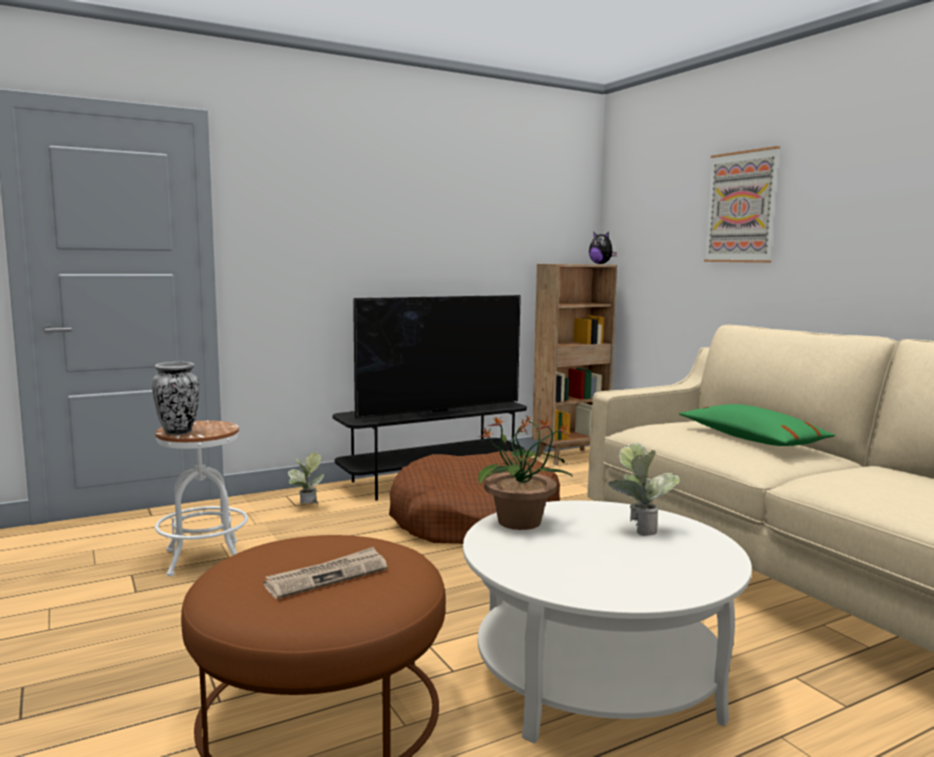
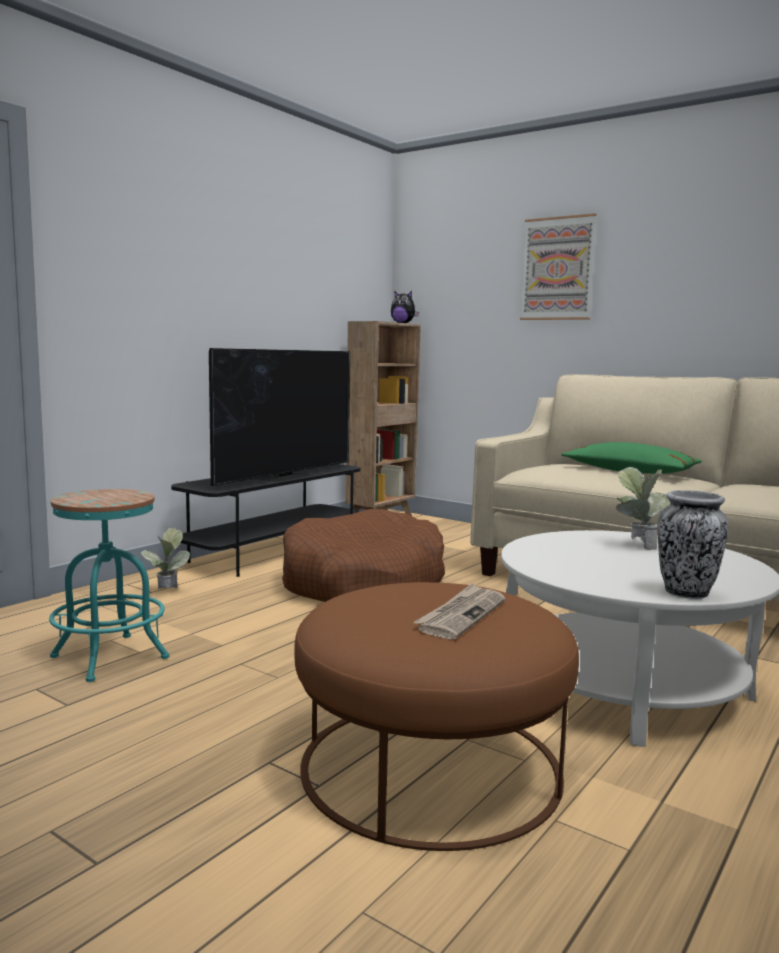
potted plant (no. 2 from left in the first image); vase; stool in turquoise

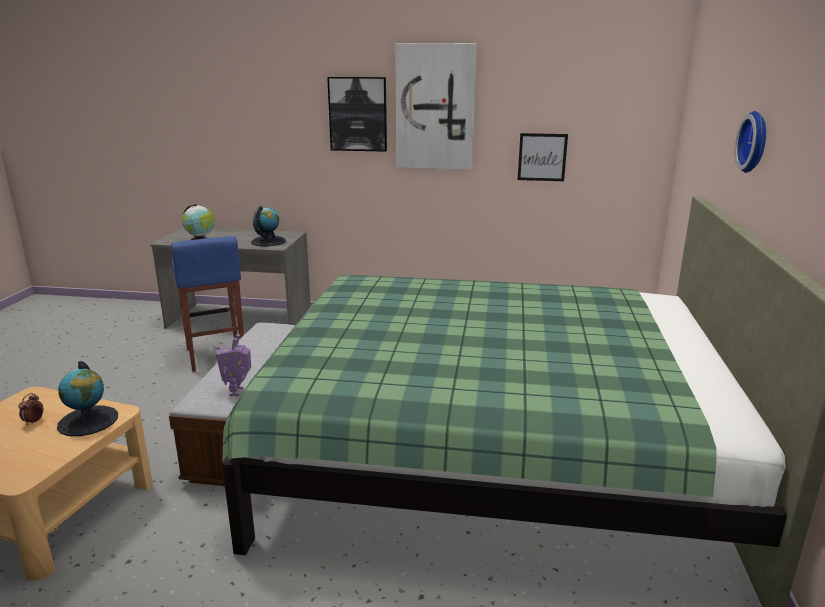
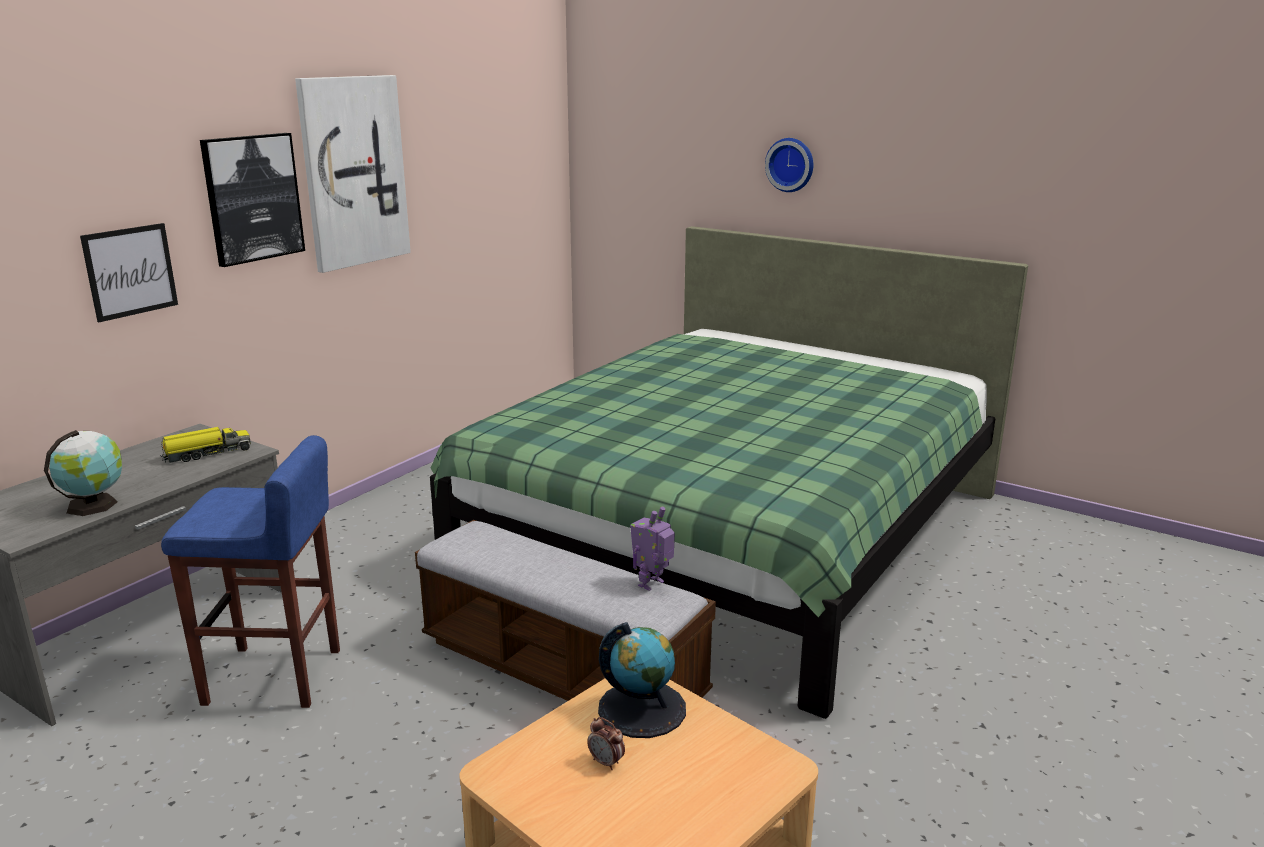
picture (no. 1 from left); toy truck; model robot

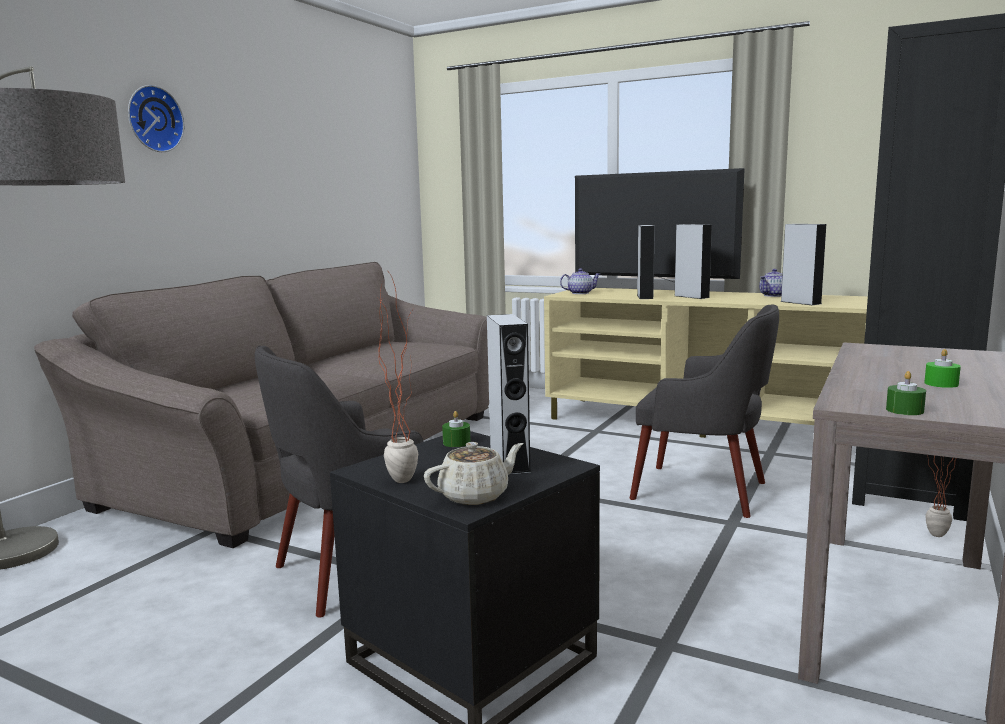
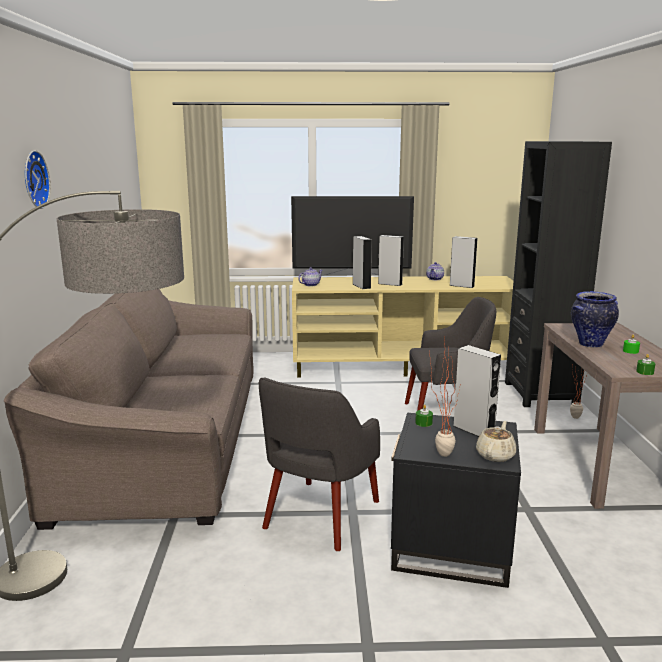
vase

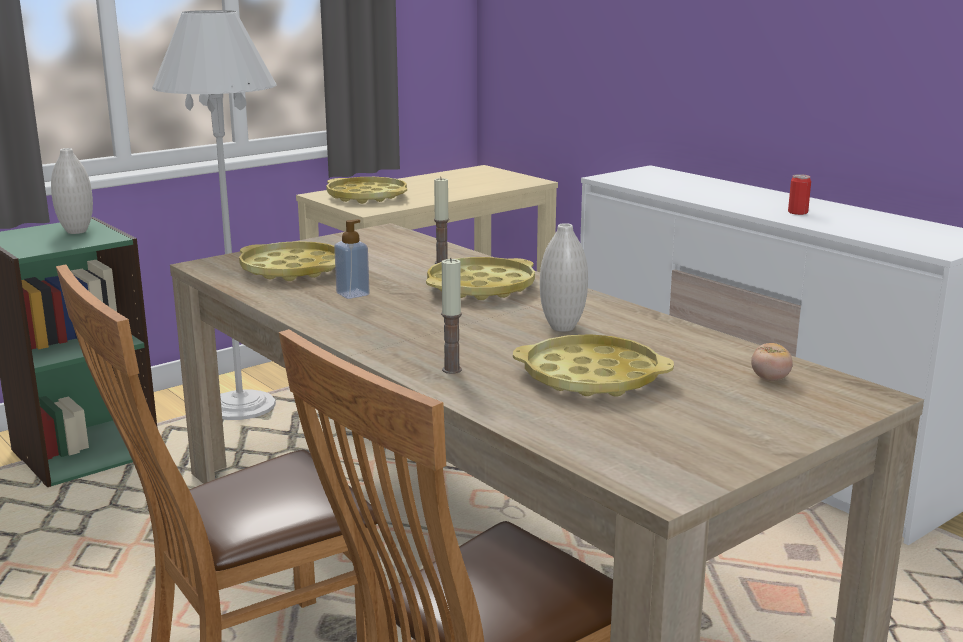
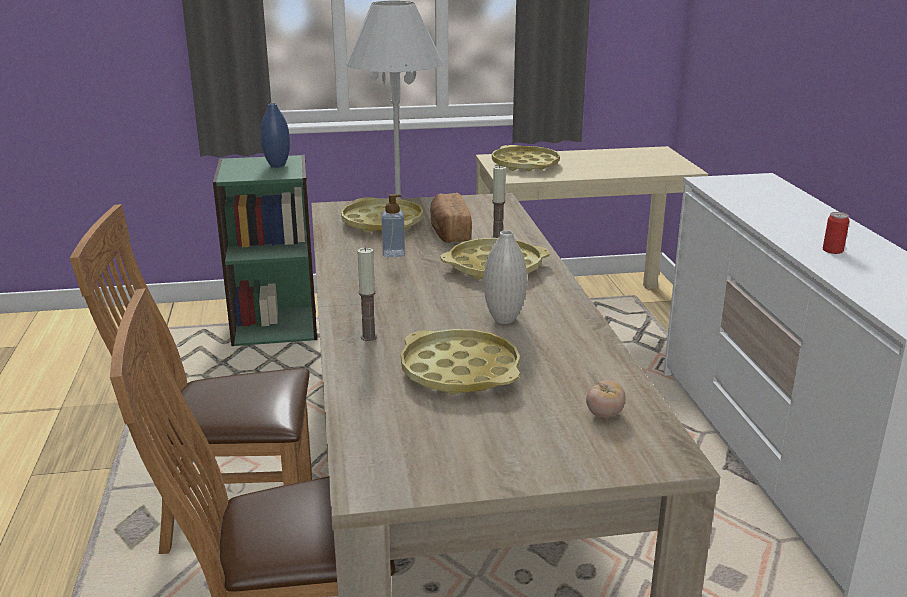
bakery bread; vase in blue-coloured

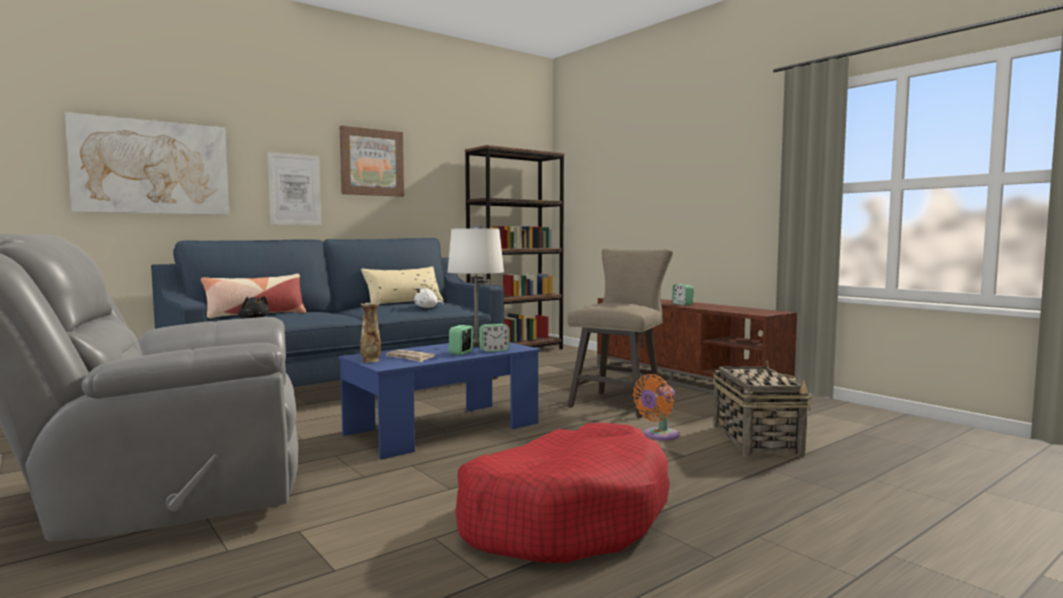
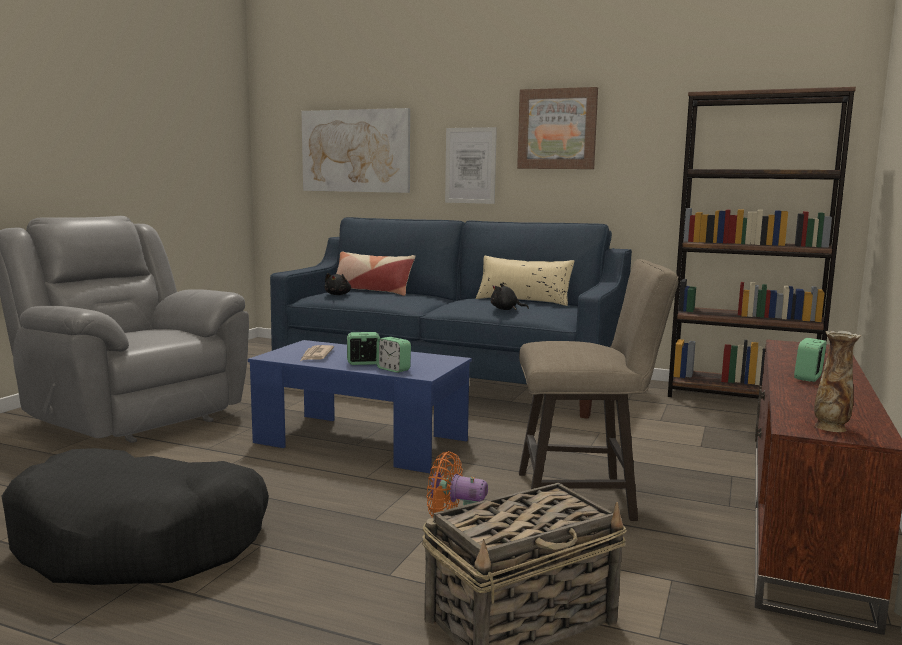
tabletop lamp in white-coloured; vase; soft toy in blackish (no. 2 from left); dog cushion in blackish

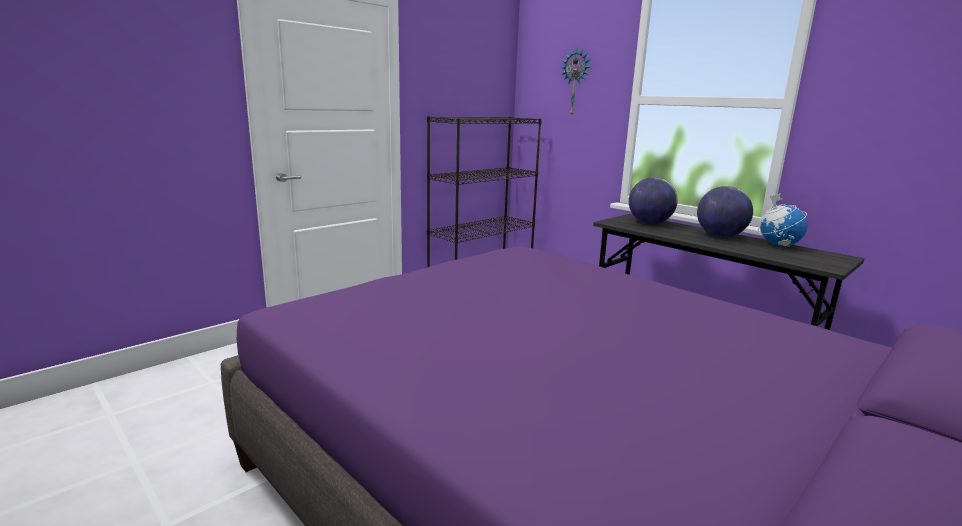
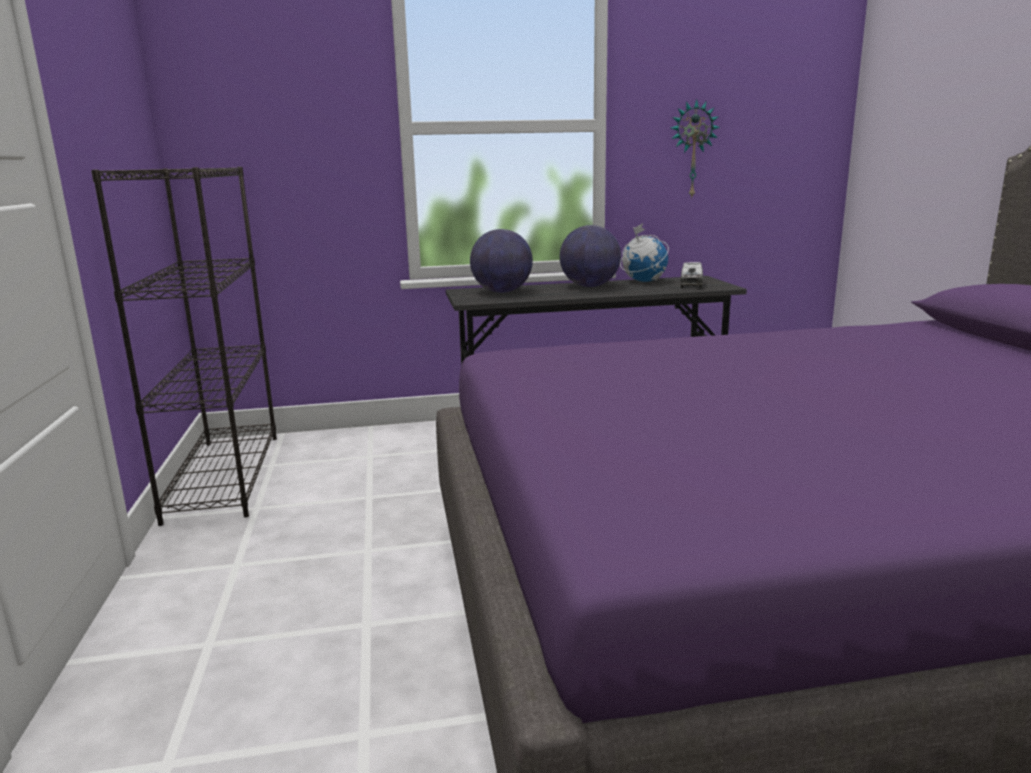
toy truck; clock on the wall

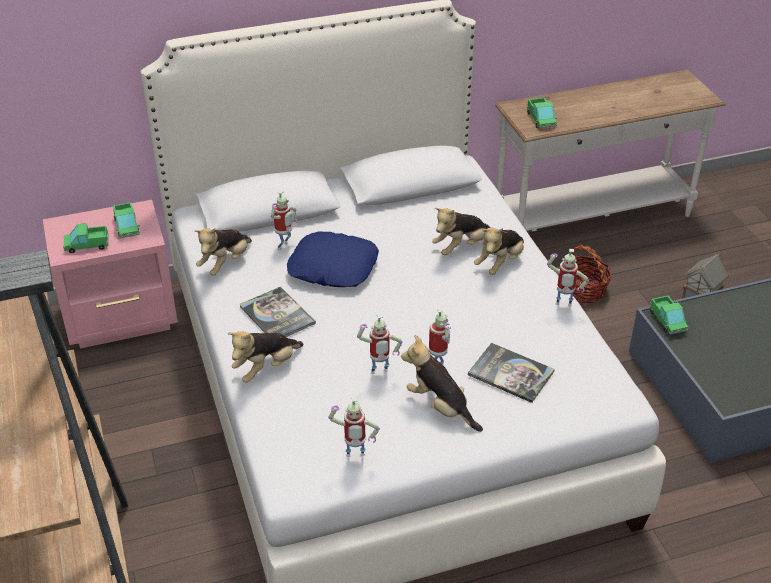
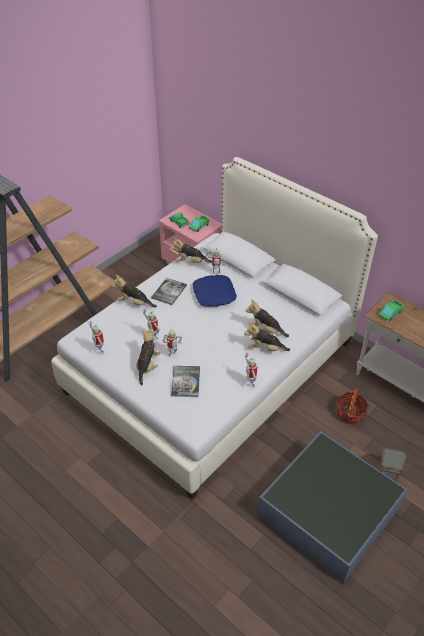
toy truck (no. 4 from left in the first image)

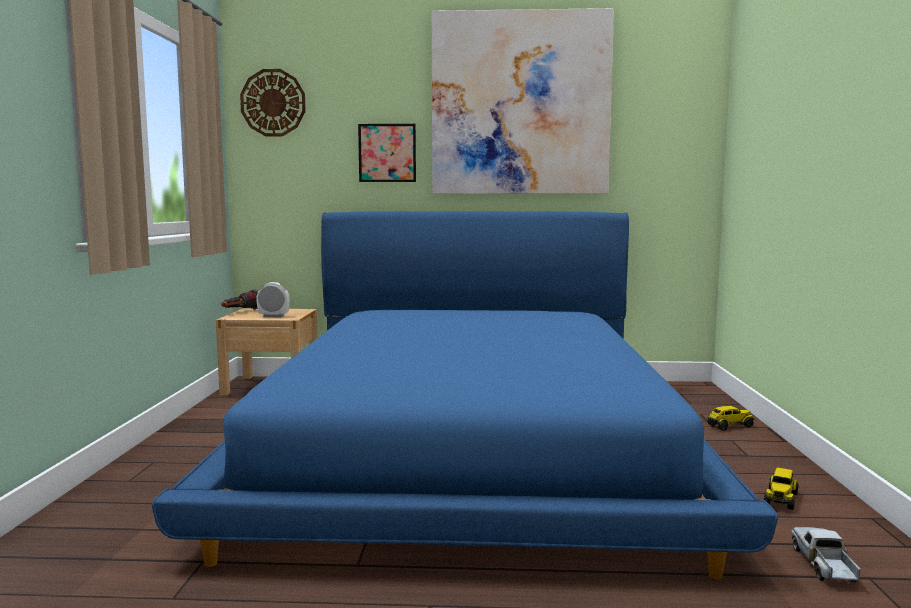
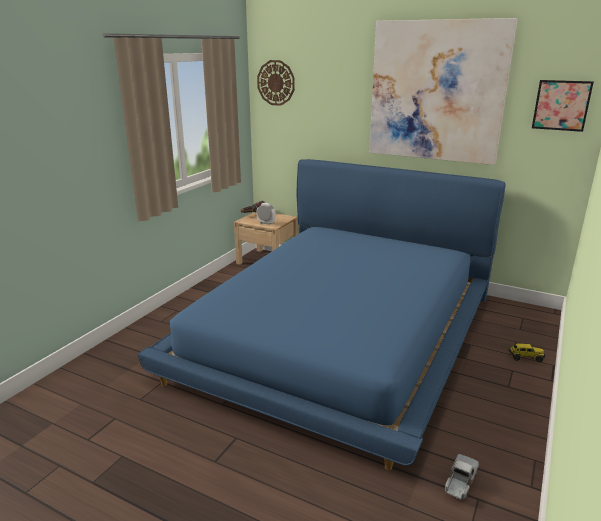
toy truck (no. 2 from left in the first image); picture (no. 2 from left)

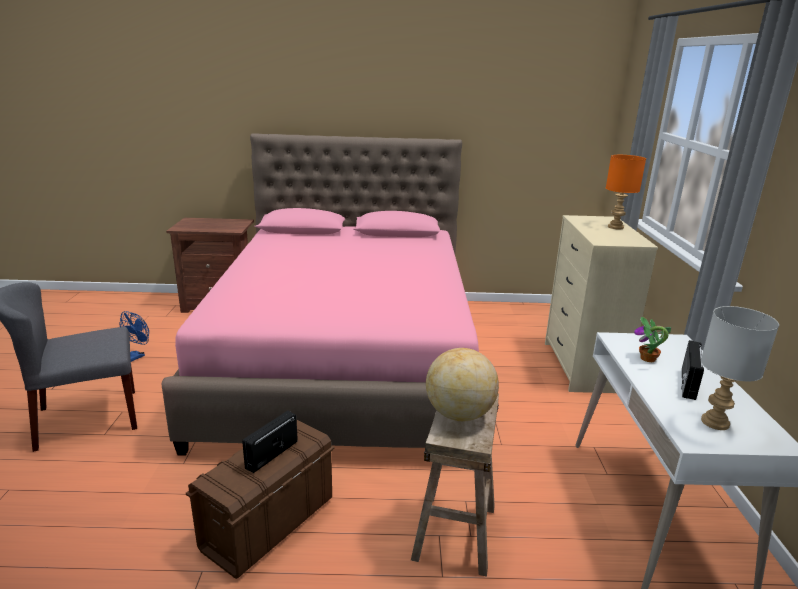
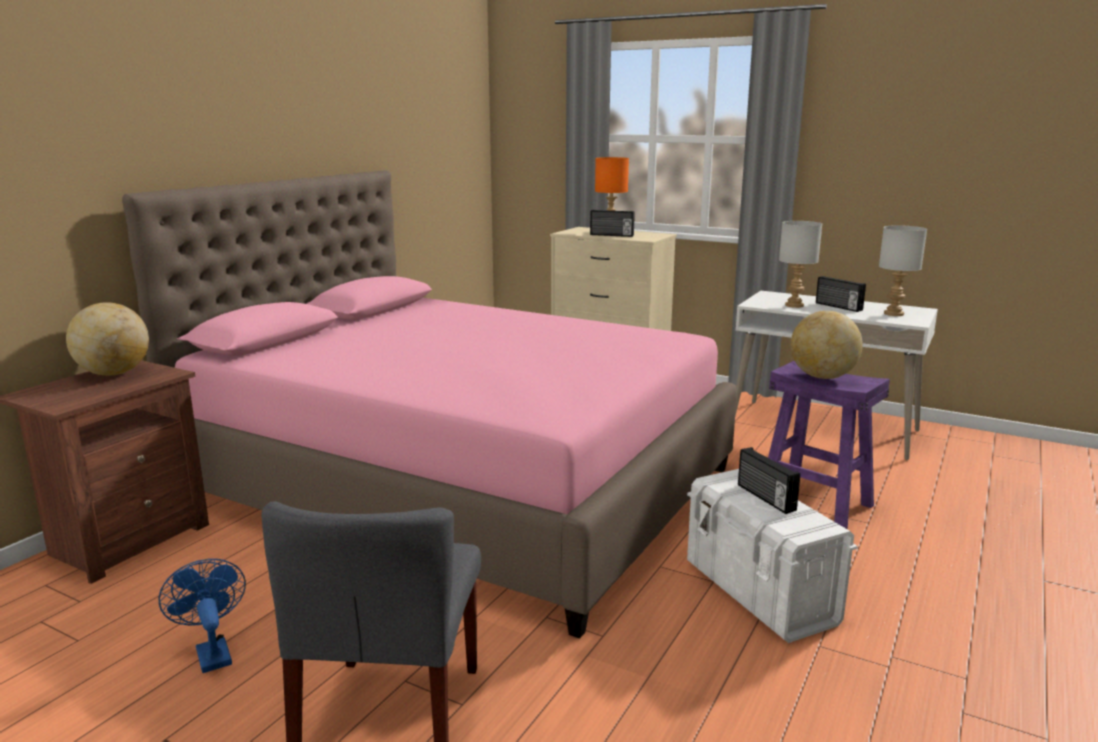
globe (no. 1 from left); radio (no. 1 from left); tabletop lamp in gray (no. 1 from left); storage box in white-coloured; stool in purplish

